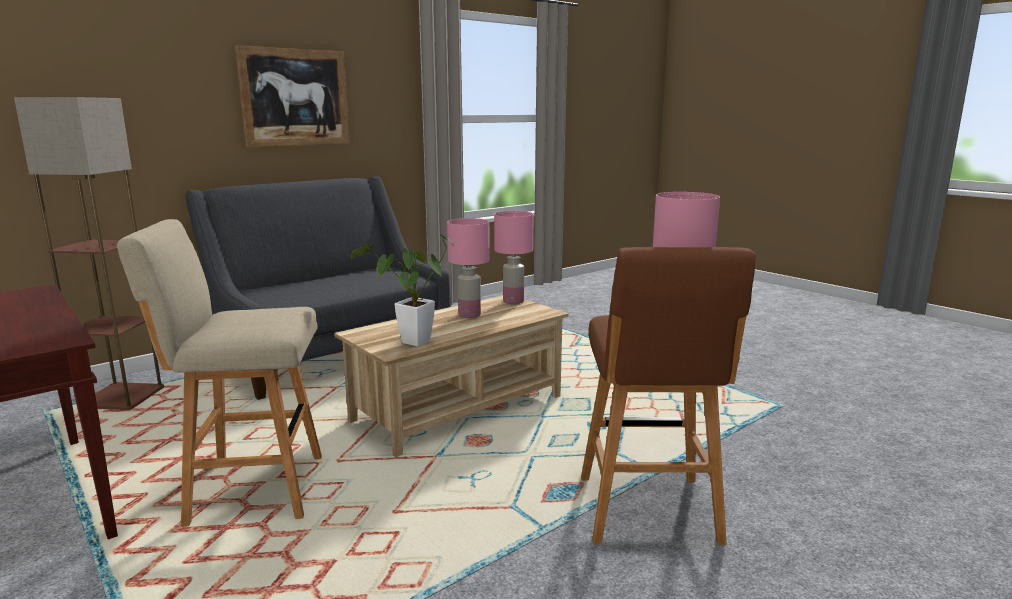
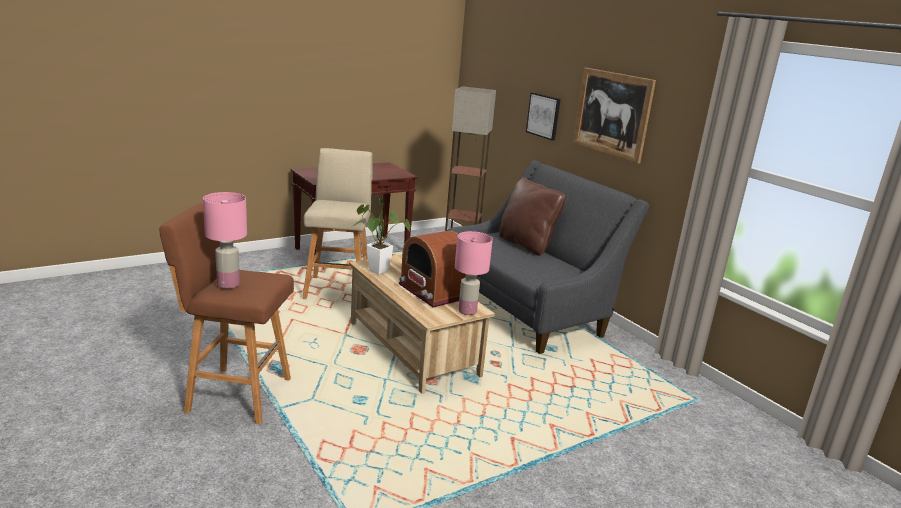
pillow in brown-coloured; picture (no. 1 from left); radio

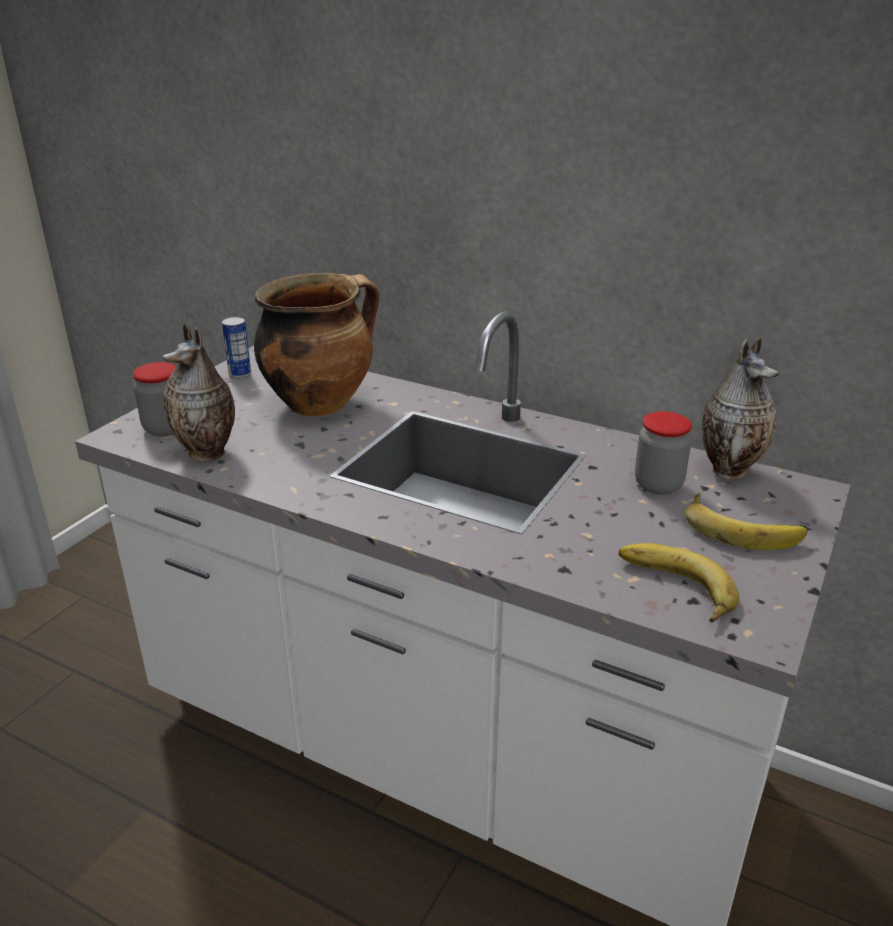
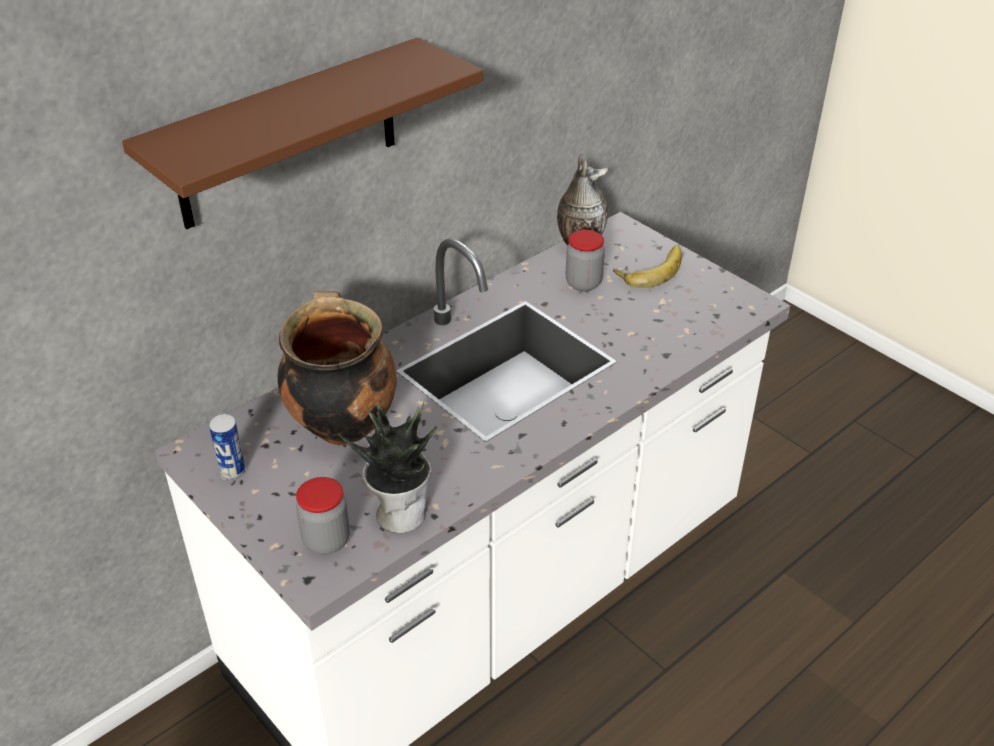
whole banana (no. 1 from left in the first image); bracket shelf in brown-coloured; potted plant

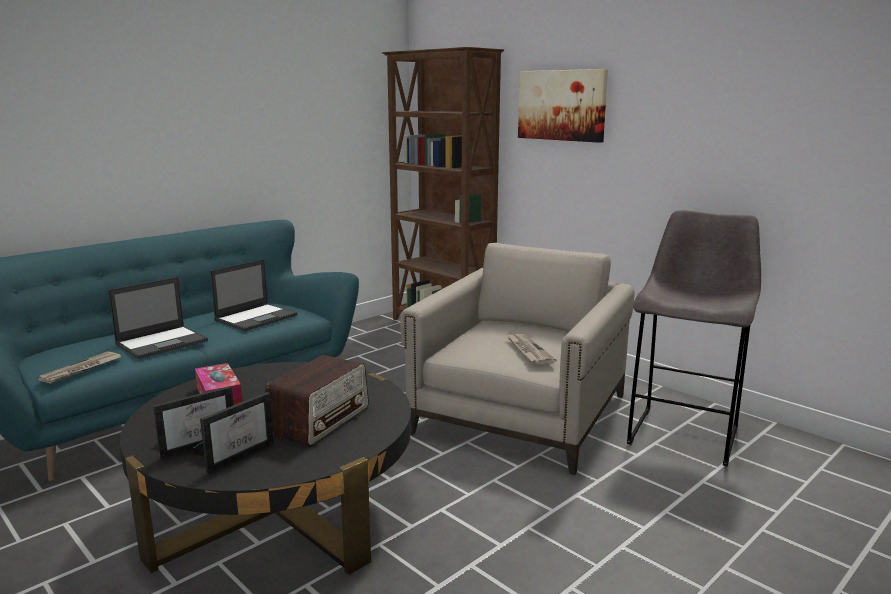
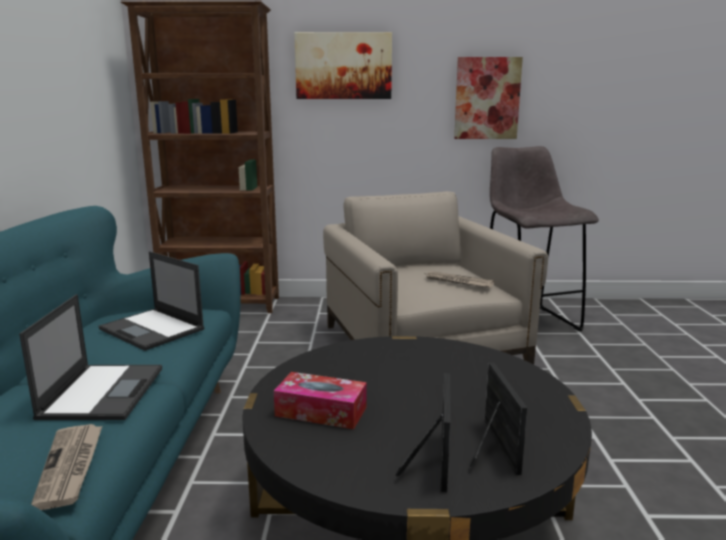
radio; picture (no. 2 from left); portable computer (no. 2 from left)

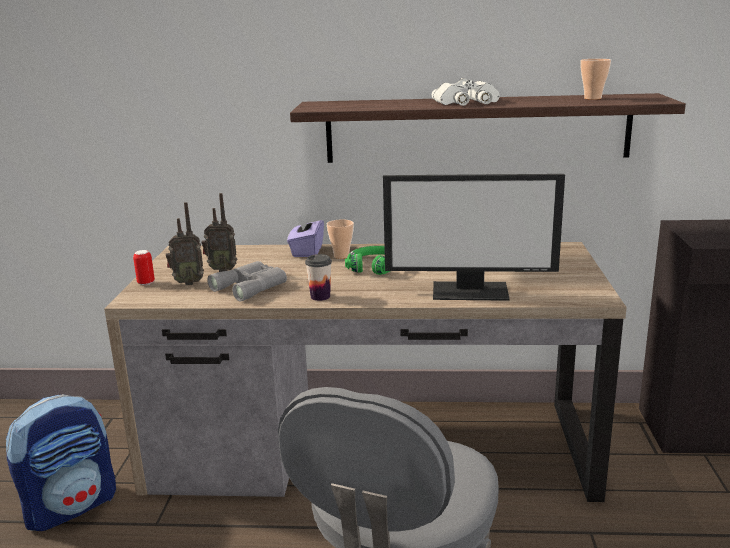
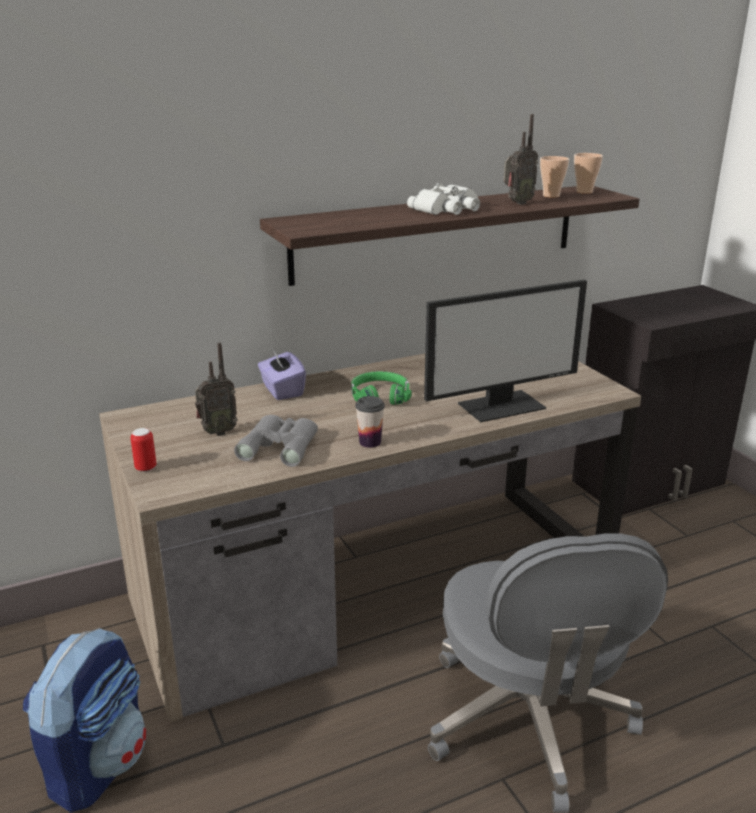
radio (no. 2 from left); small cup (no. 3 from left)

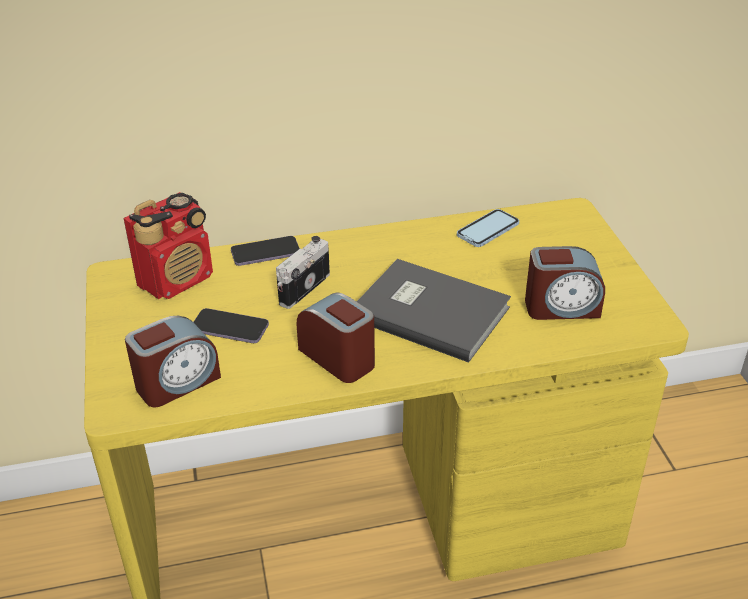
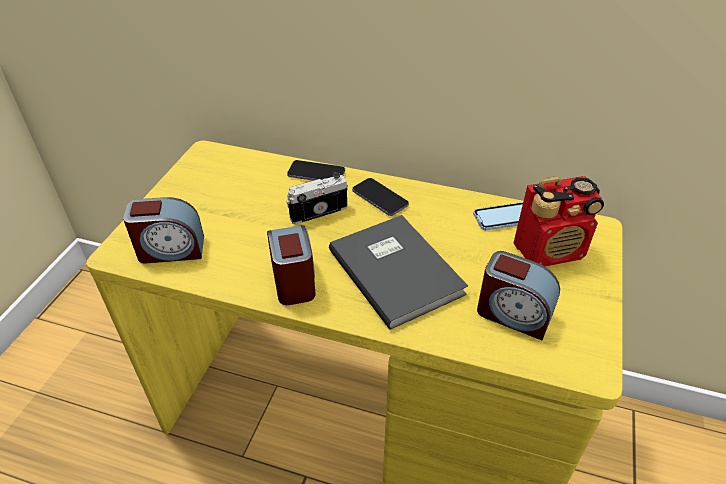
radio; telephone (no. 2 from left)

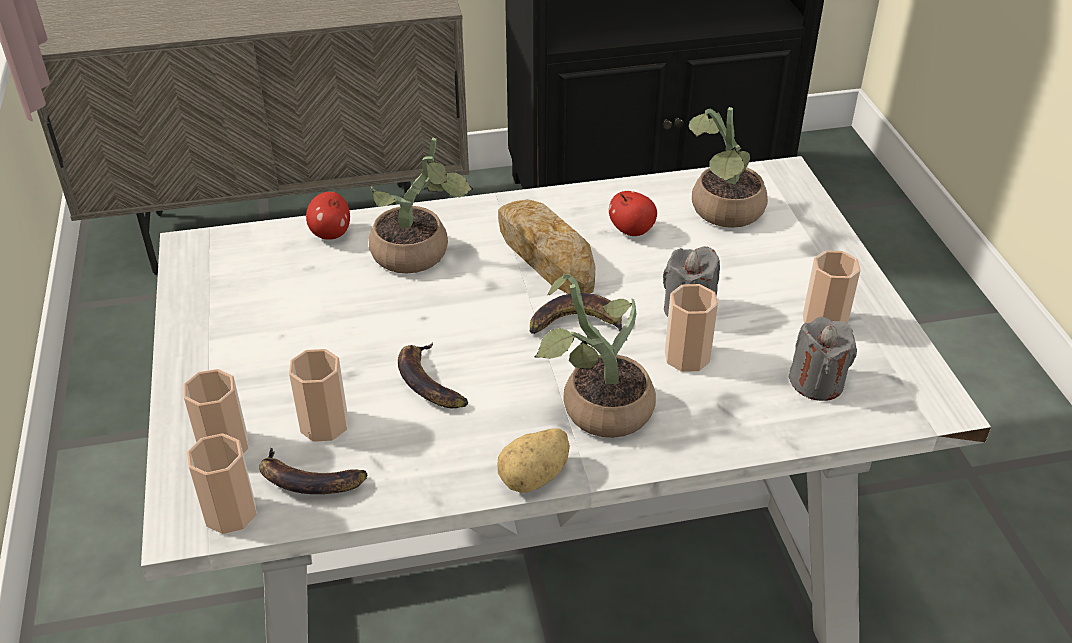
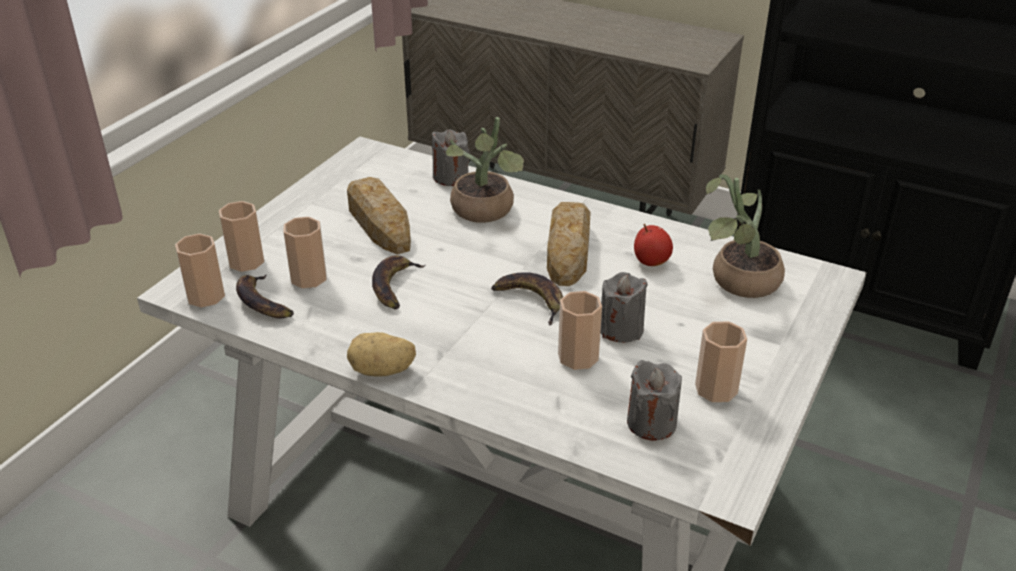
potted plant (no. 2 from left in the first image); bakery bread (no. 1 from left); wax candle in gray (no. 1 from left)

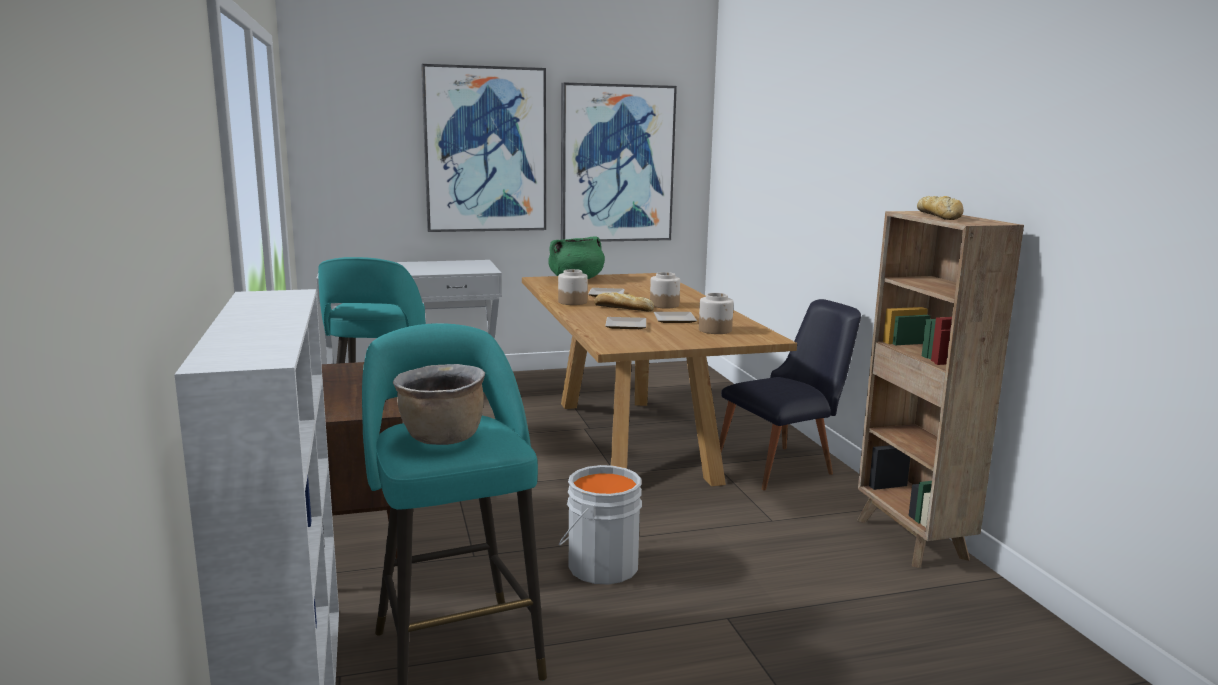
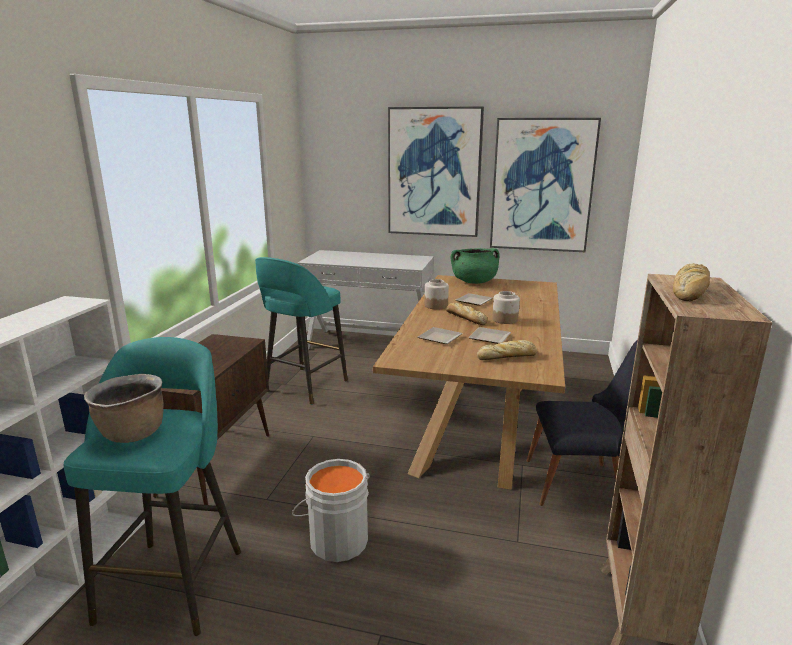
bakery bread (no. 2 from left)

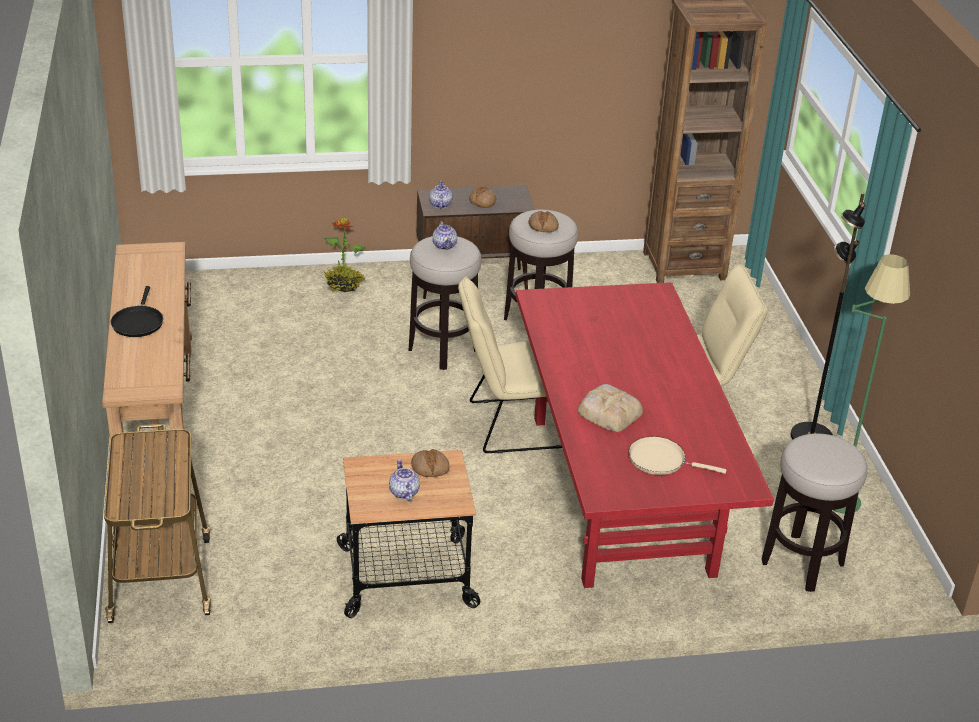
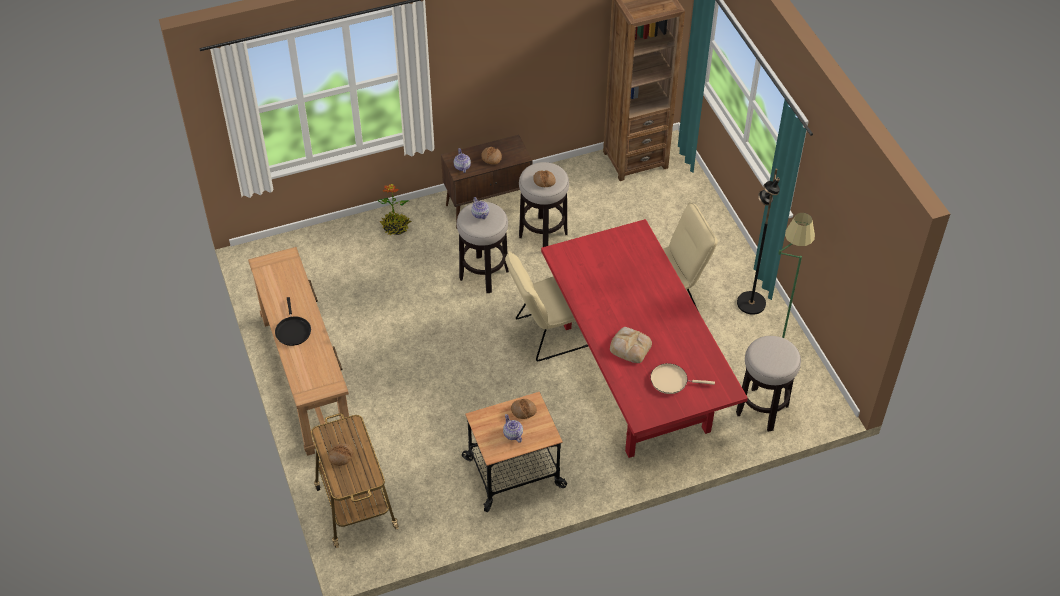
bakery bread (no. 1 from left)

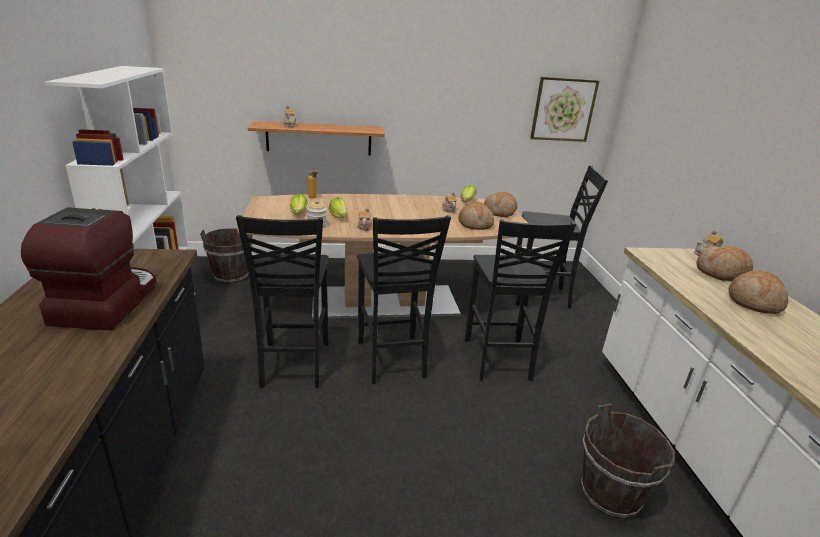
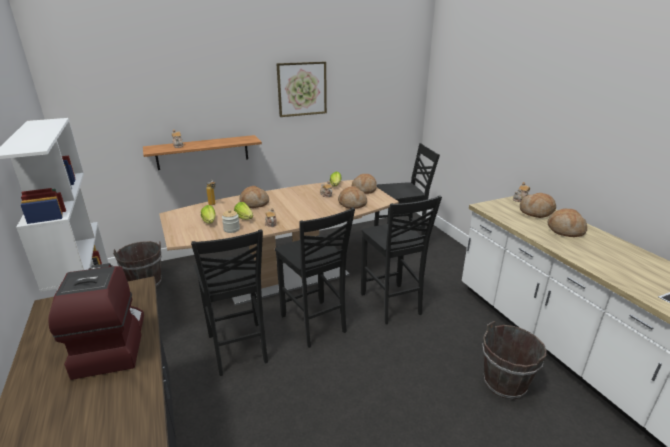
bakery bread (no. 1 from left); picture

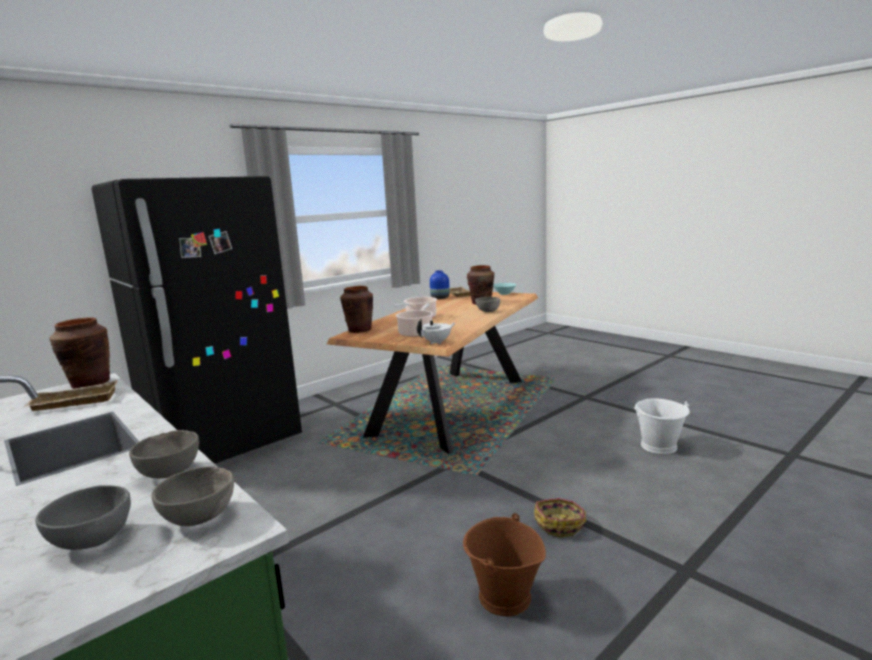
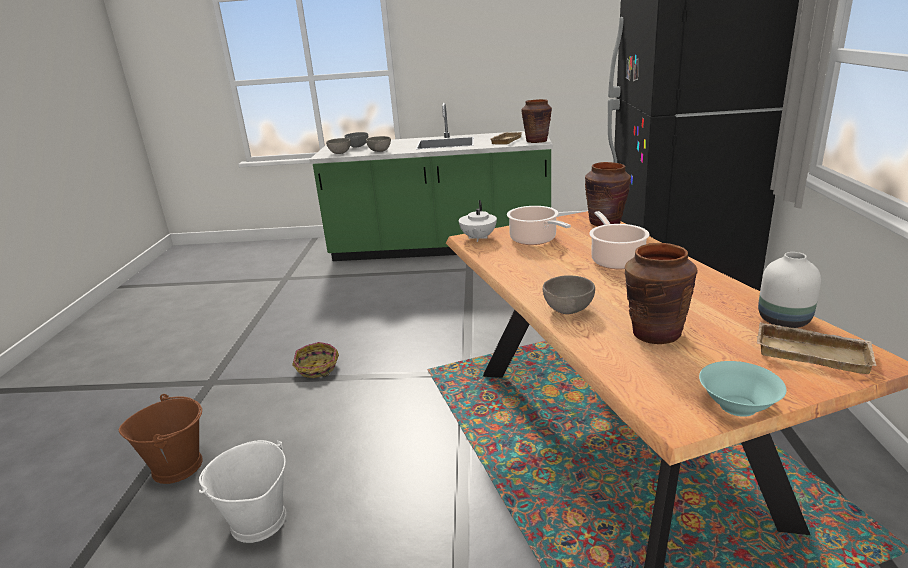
bucket in brown-coloured; vase in white-coloured

